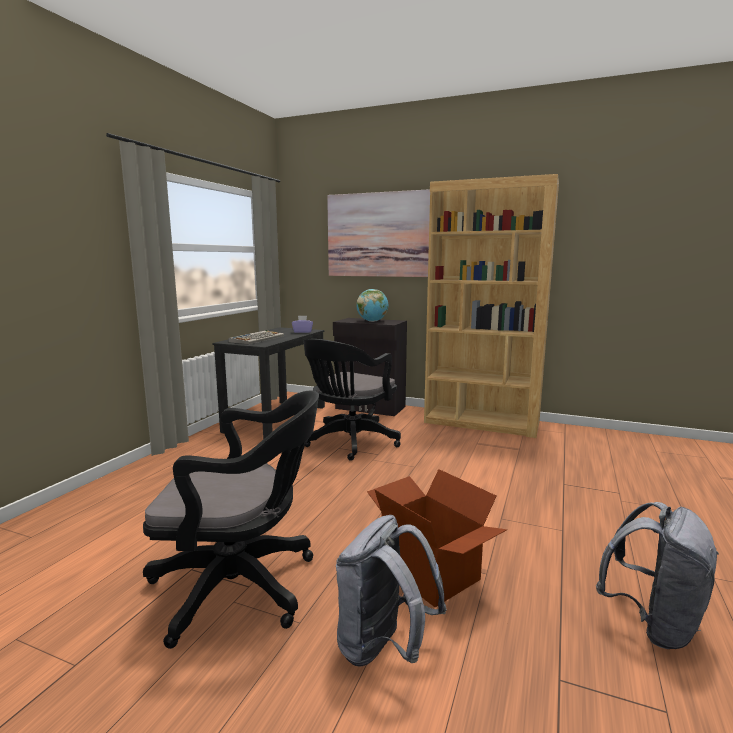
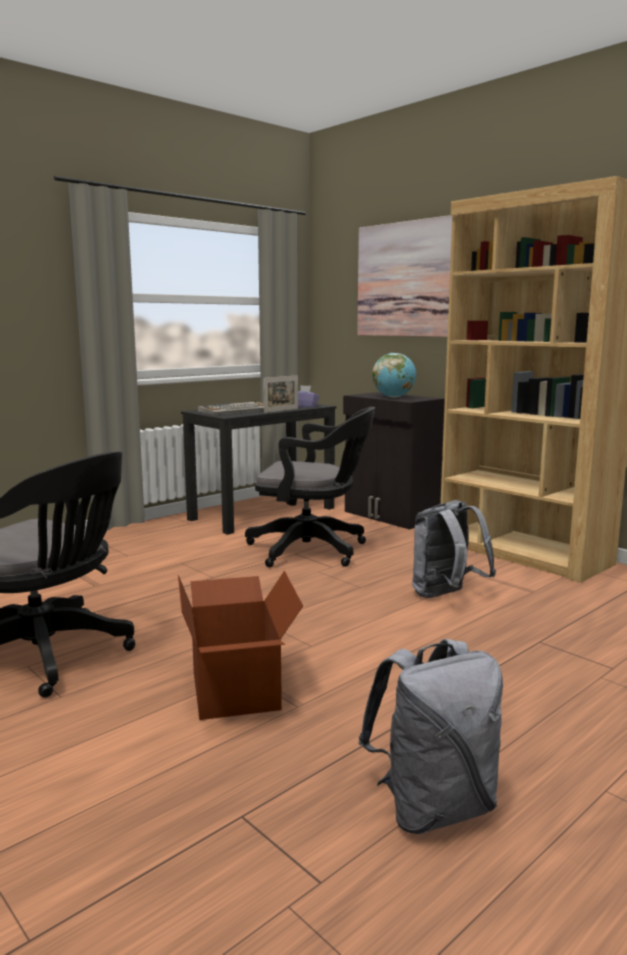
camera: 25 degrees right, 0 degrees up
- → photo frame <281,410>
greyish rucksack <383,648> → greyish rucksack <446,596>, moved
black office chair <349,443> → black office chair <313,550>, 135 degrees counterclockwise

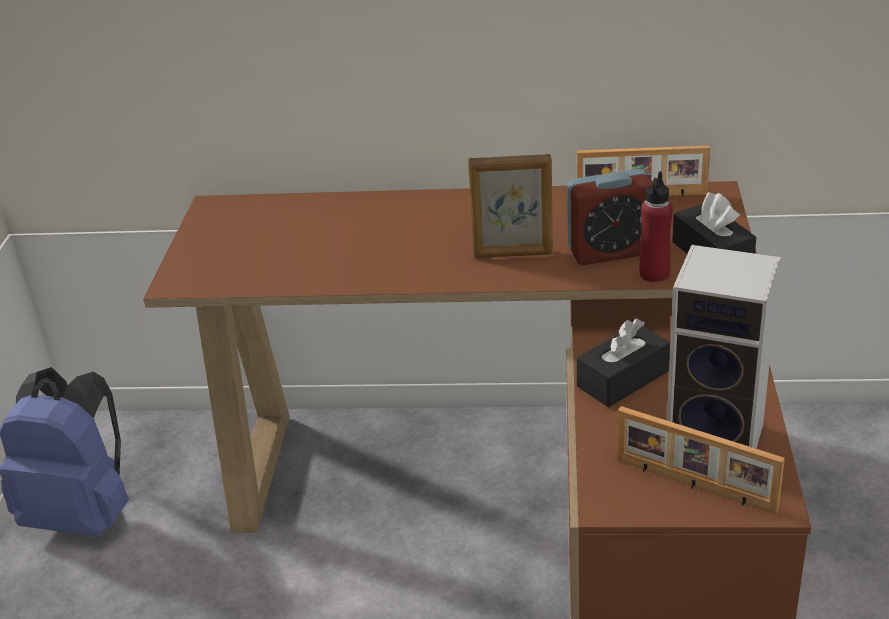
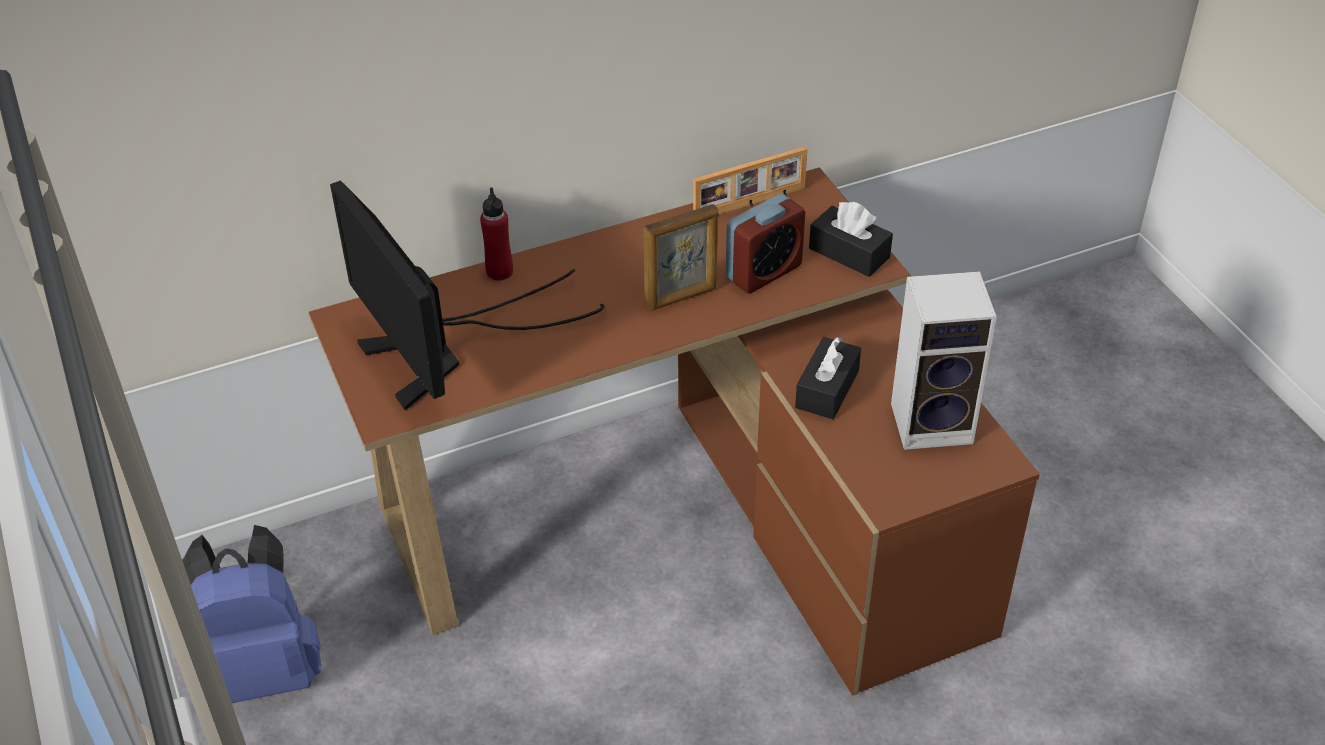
camera: 30 degrees left, 10 degrees up
photo frame <694,486> → -
- → monitor <444,351>
reddish beverage bottle <654,274> → reddish beverage bottle <499,272>, moved

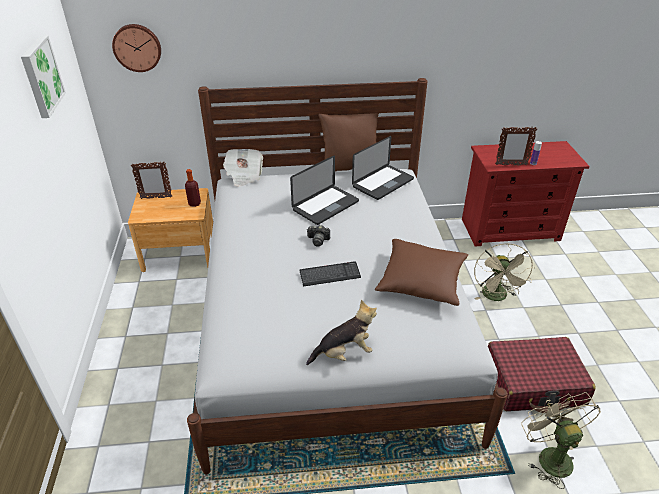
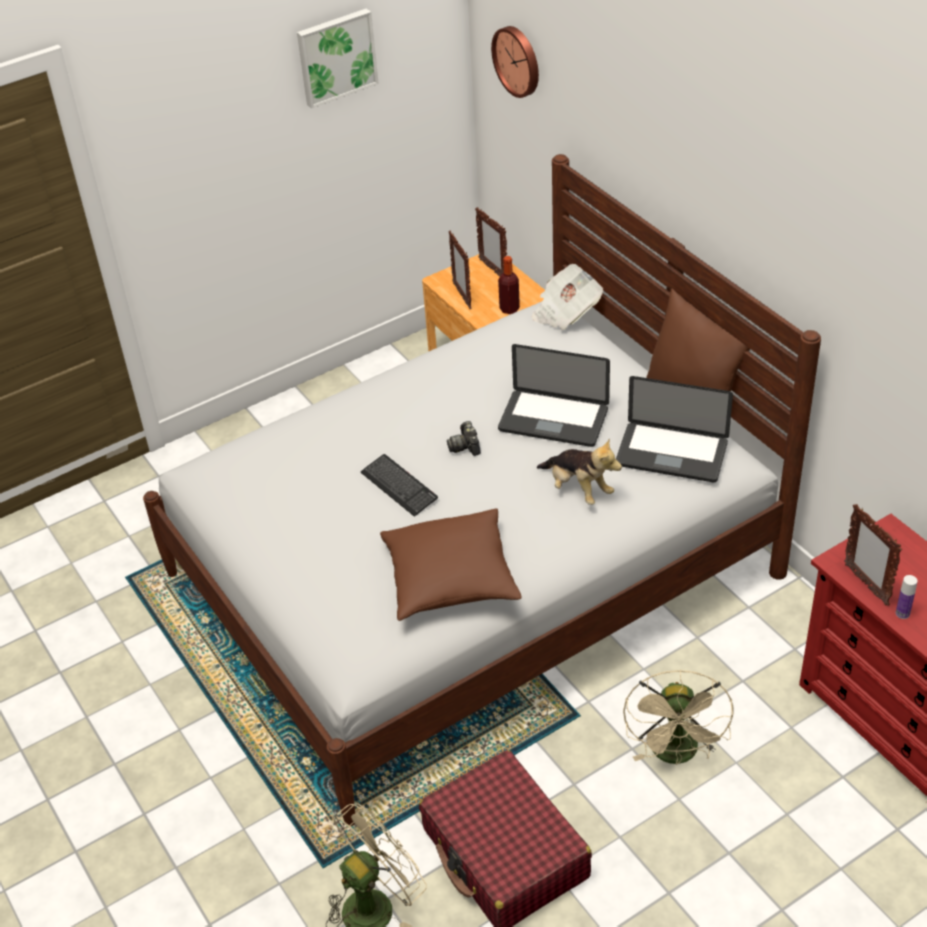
camera: 65 degrees right, 5 degrees up
- → photo frame <462,296>
cuddly toy <344,353> → cuddly toy <578,489>, moved
sand-coloured electric fan <496,297> → sand-coloured electric fan <677,755>, 60 degrees counterclockwise

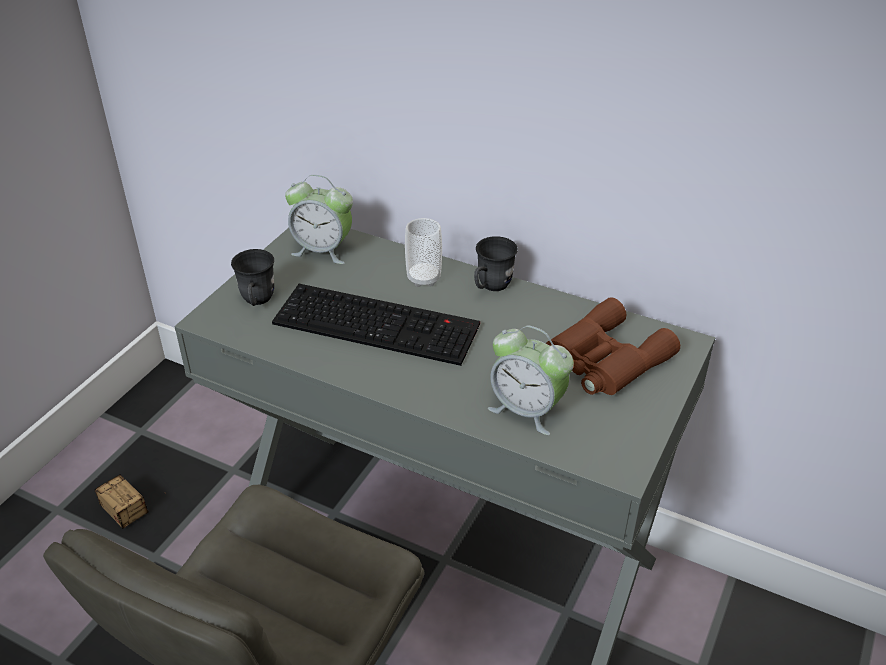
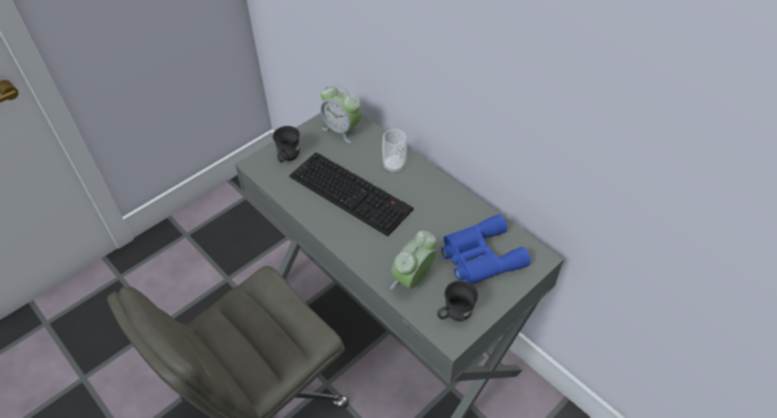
camera: 20 degrees right, 10 degrees up
storage container <140,526> → -
greyish tea mug <490,287> → greyish tea mug <453,315>, moved
brown-coloured binoculars <603,360> → blue binoculars <479,256>
table clock <527,410> → table clock <413,279>, 75 degrees clockwise

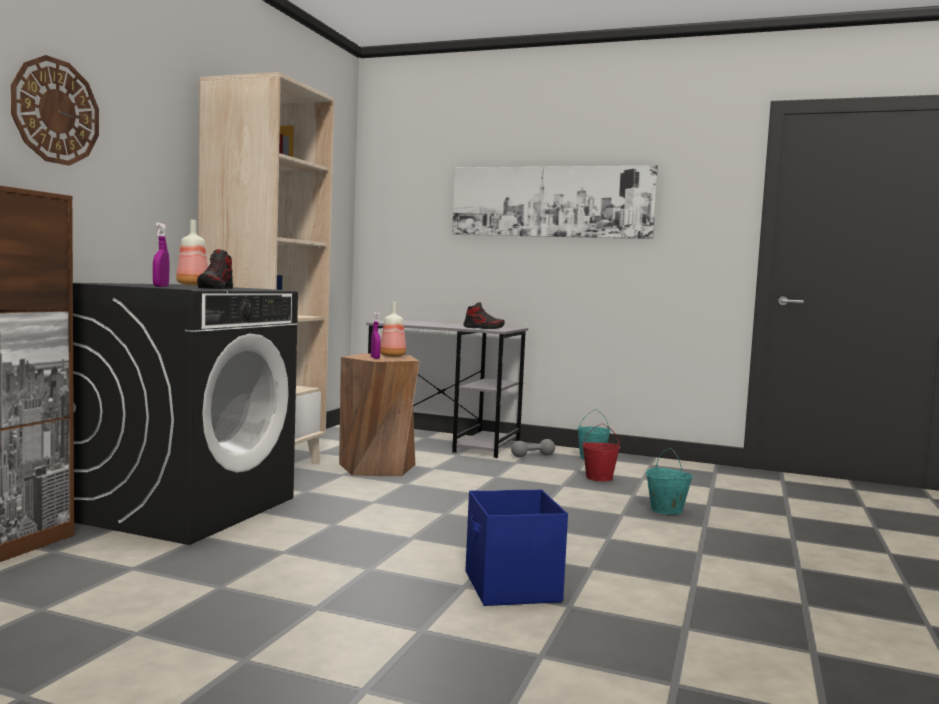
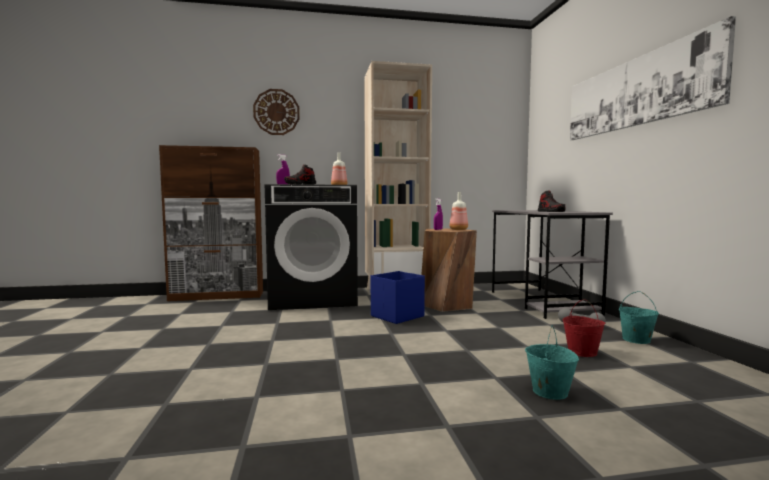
camera: 60 degrees right, 0 degrees up
blue storage container <511,588> → blue storage container <396,316>, moved

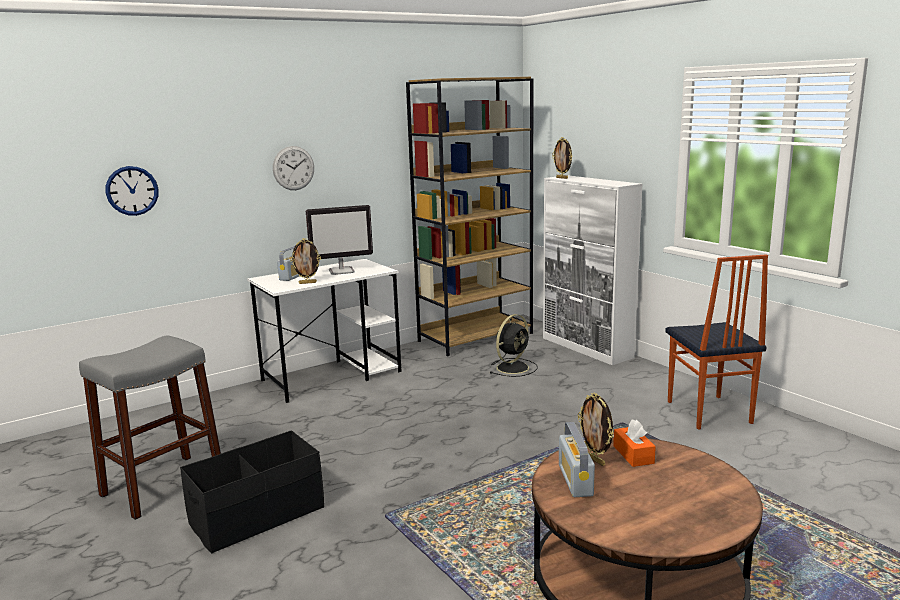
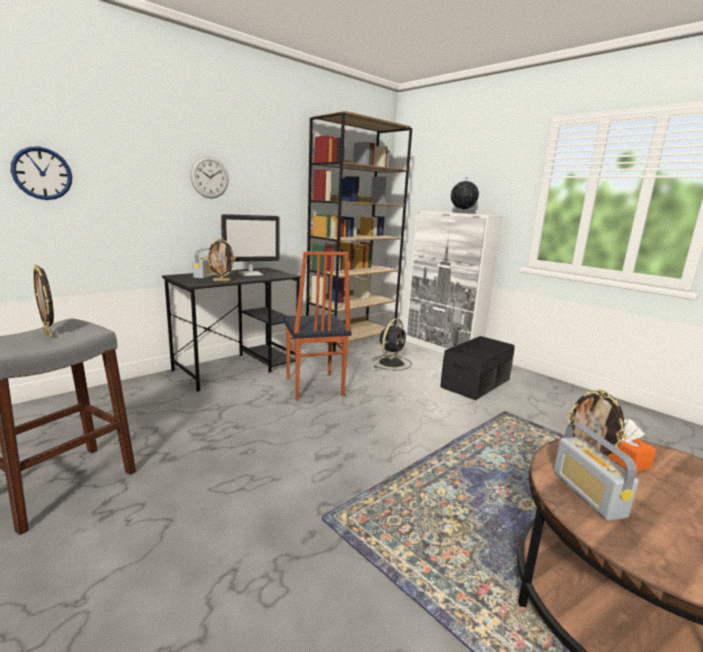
camera: 10 degrees left, 0 degrees up
- → desk globe <462,213>
black storage container <258,516> → black storage container <476,384>, moved
photo frame <562,178> → photo frame <49,334>, moved
chair <708,412> → chair <313,387>, moved
white desk unit <332,376> → black desk unit <238,367>

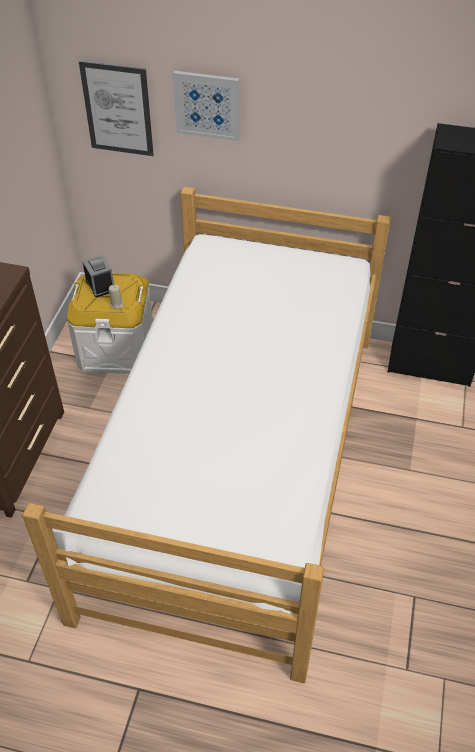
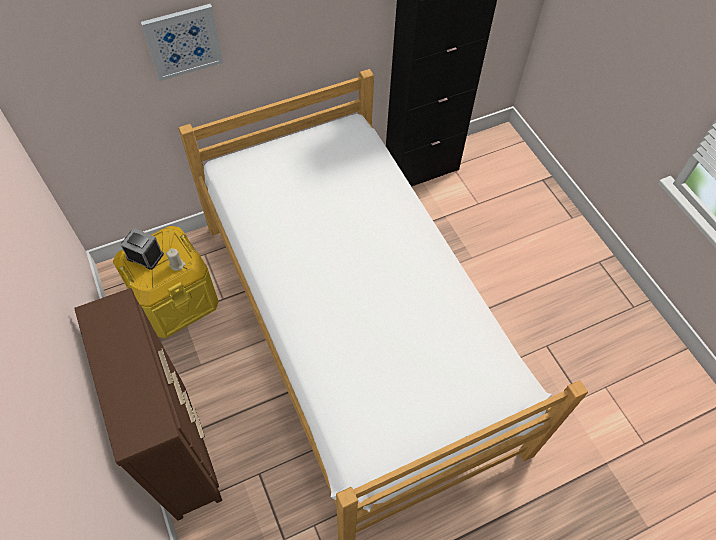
camera: 40 degrees left, 10 degrees up
wall art <117,109> → -
white storage container <116,348> → yellow-coloured storage container <175,299>

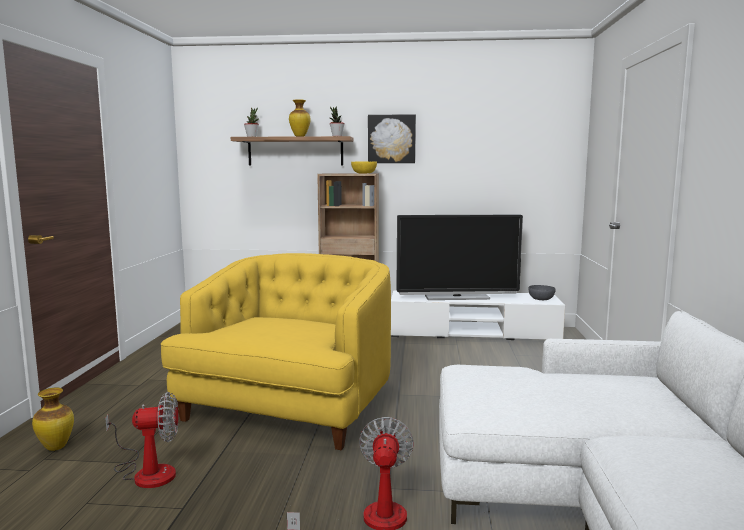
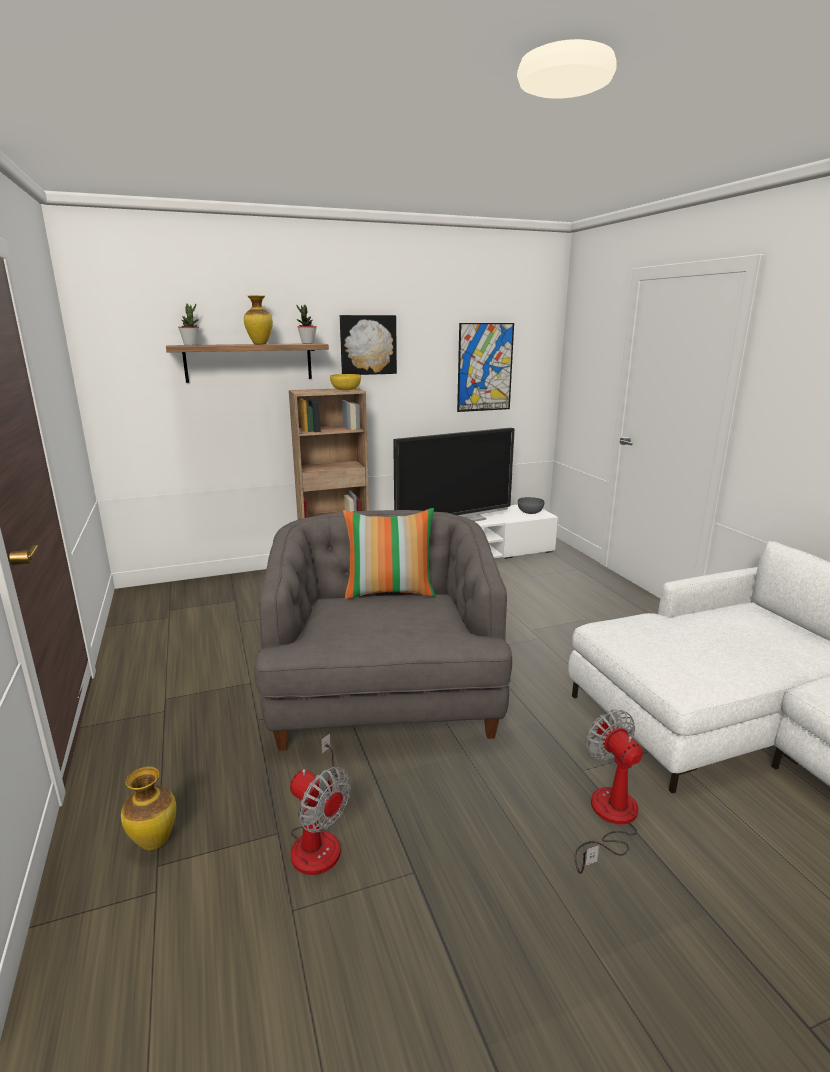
camera: 25 degrees left, 10 degrees up
- → pillow <390,591>
- → wall art <485,367>
yellow-coloured easy chair <288,407> → greyish easy chair <384,697>
electric fan <147,472> → electric fan <319,837>, 75 degrees clockwise

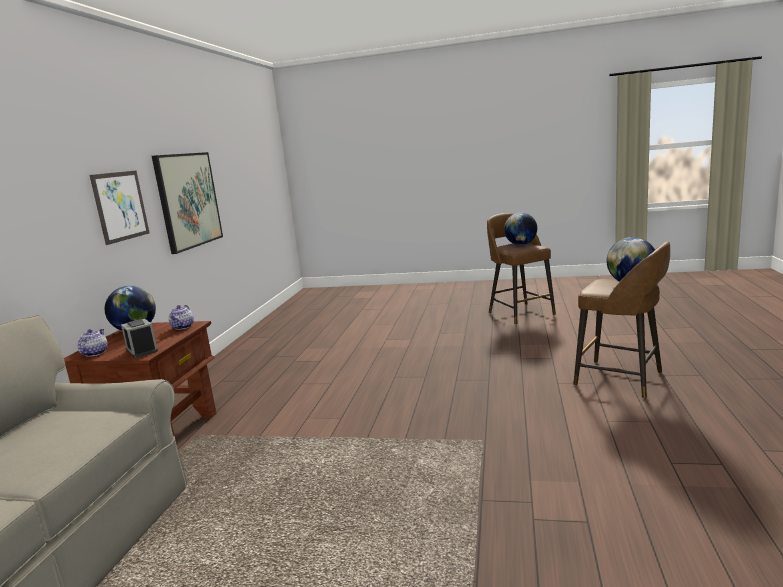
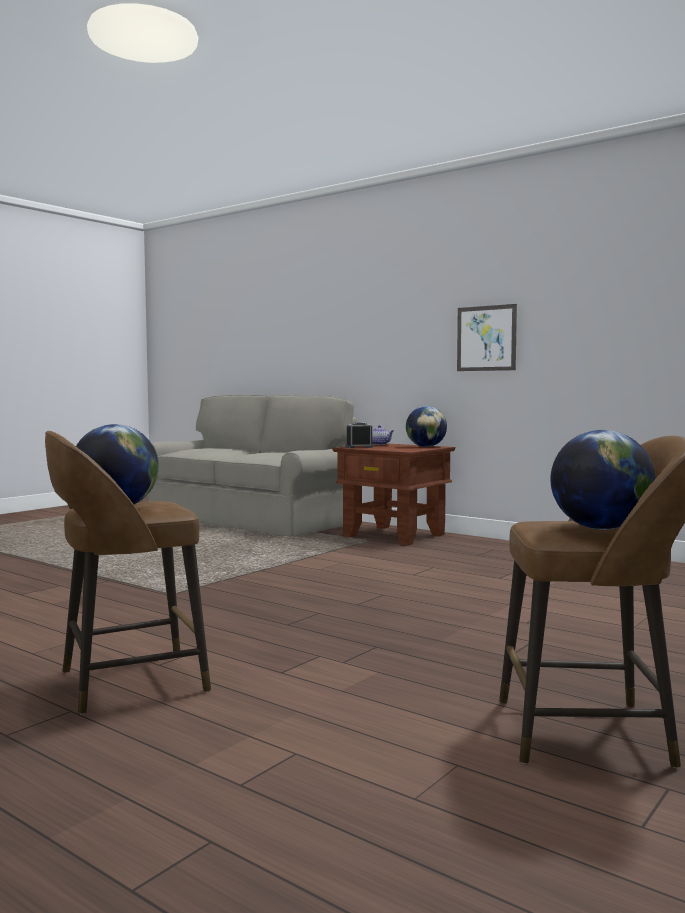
camera: 115 degrees right, 10 degrees down
wall art <188,200> → -
pot for tea <183,327> → -

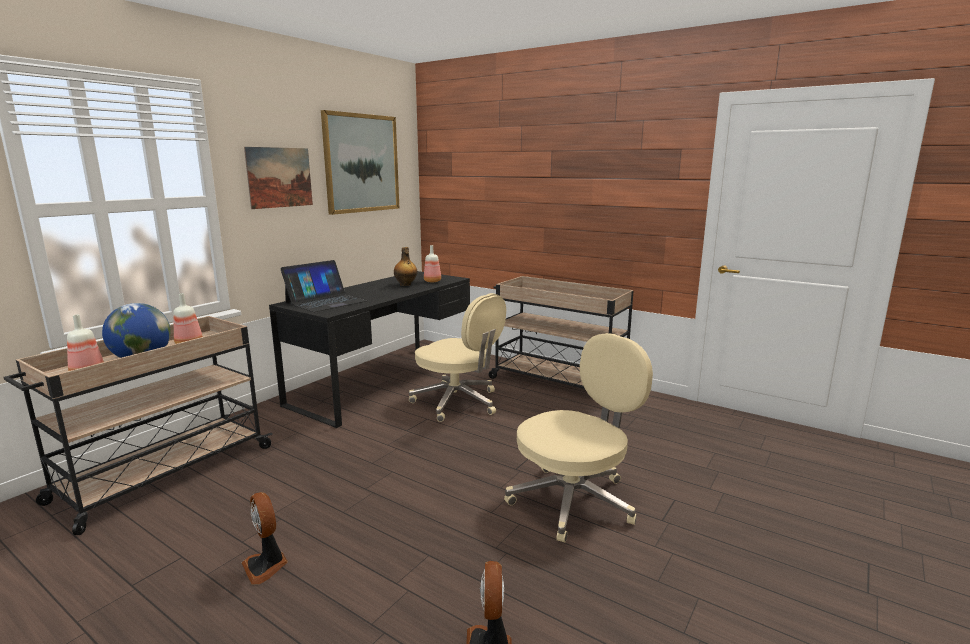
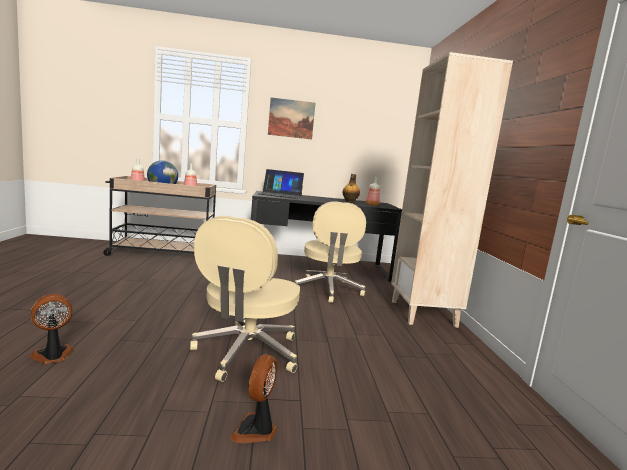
camera: 50 degrees right, 5 degrees down
wall art <361,163> → -
electric fan <266,566> → electric fan <256,430>, moved
sand-coloured wheeled cart <557,383> → sand-coloured bookshelf <423,314>
sand-coloured office chair <574,500> → sand-coloured office chair <246,353>, 90 degrees clockwise

